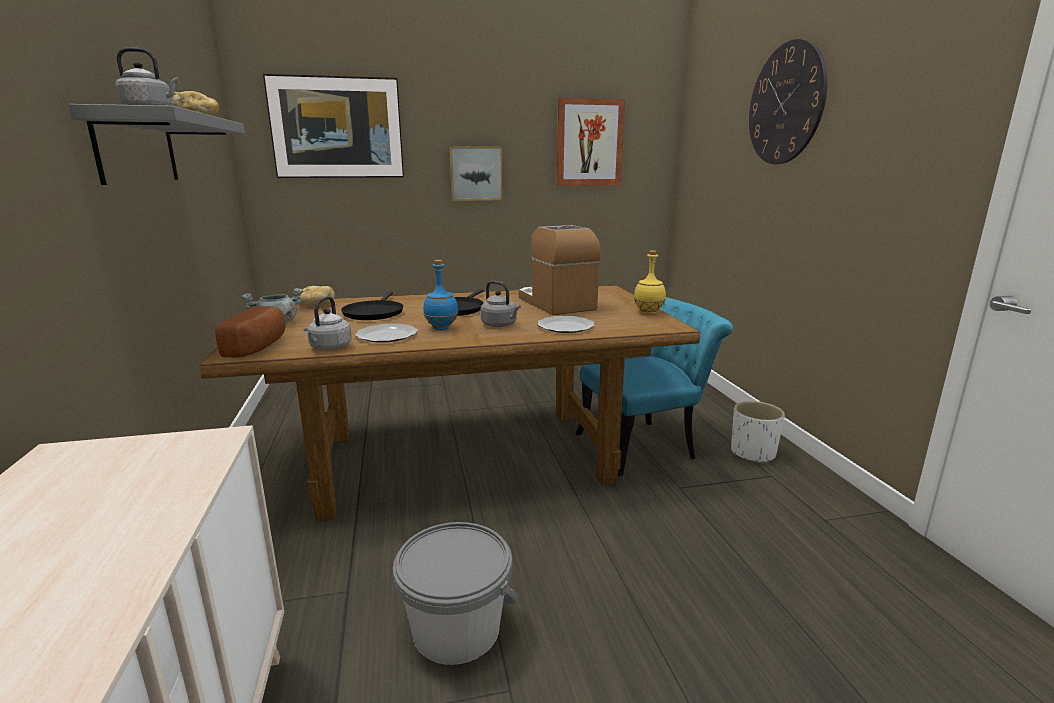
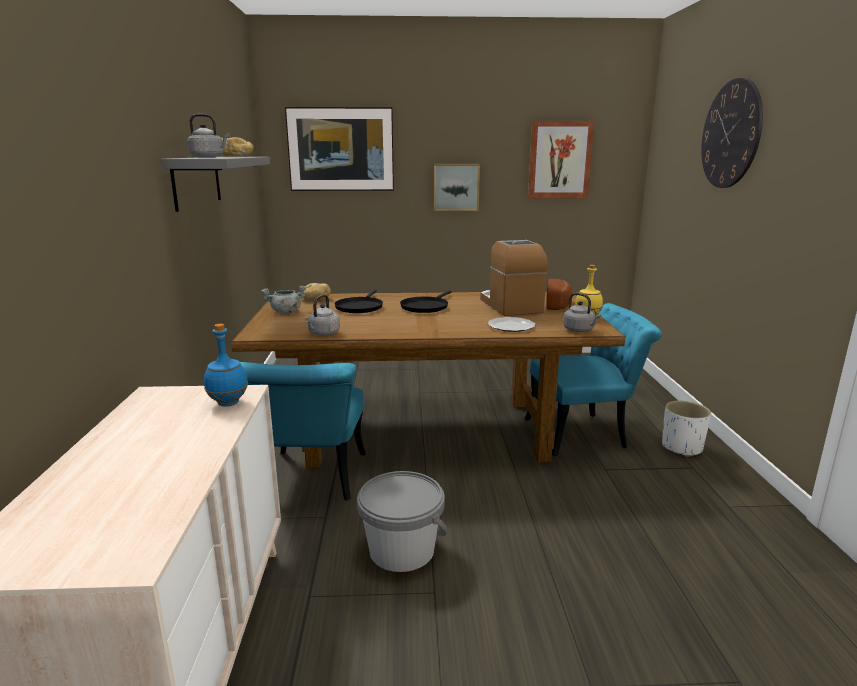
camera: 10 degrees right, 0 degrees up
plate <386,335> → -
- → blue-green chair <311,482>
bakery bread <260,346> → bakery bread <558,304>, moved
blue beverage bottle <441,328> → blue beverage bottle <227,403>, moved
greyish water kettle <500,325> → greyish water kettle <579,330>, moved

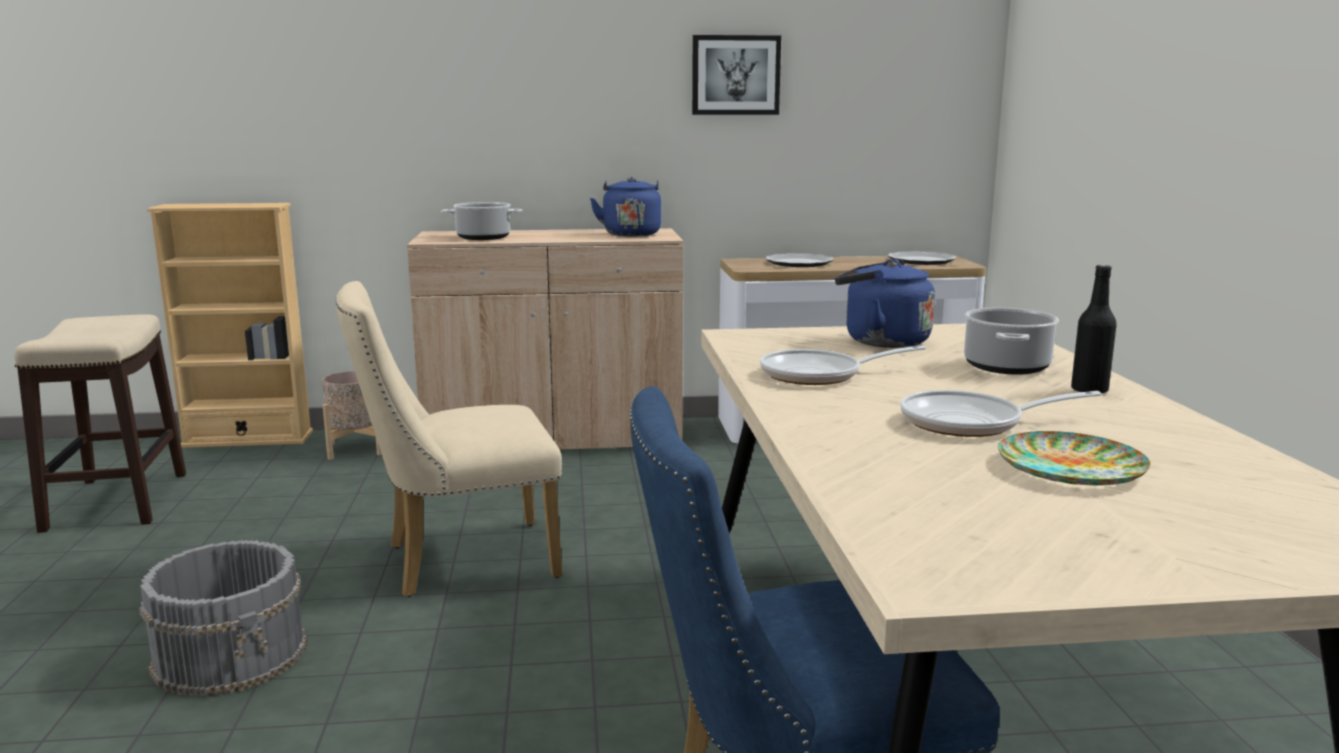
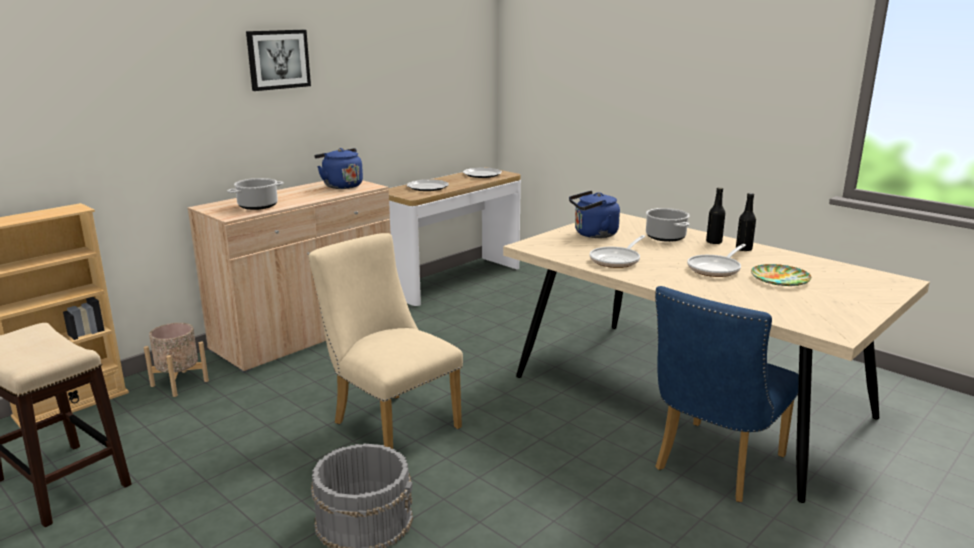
camera: 40 degrees left, 5 degrees up
- → black beverage bottle <743,249>
wall art <735,75> → wall art <278,59>, moved
sand-coloured chair <458,561> → sand-coloured chair <390,422>, 105 degrees clockwise

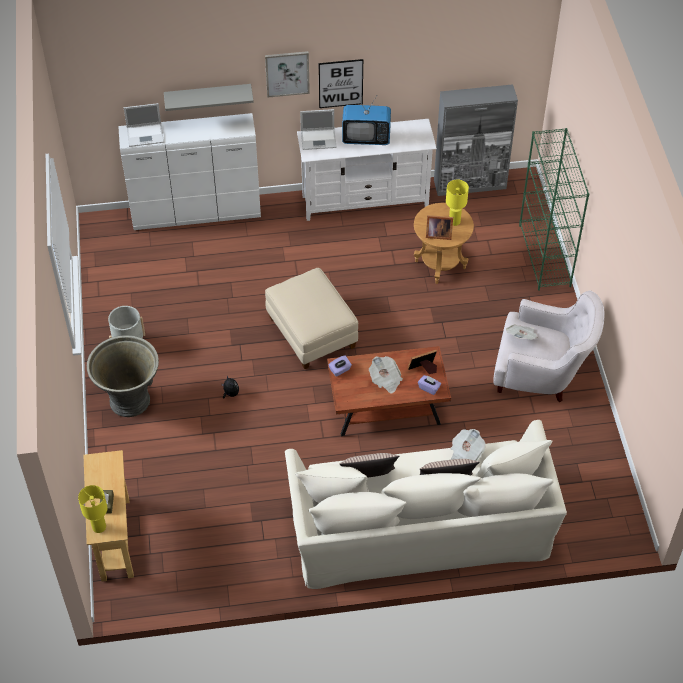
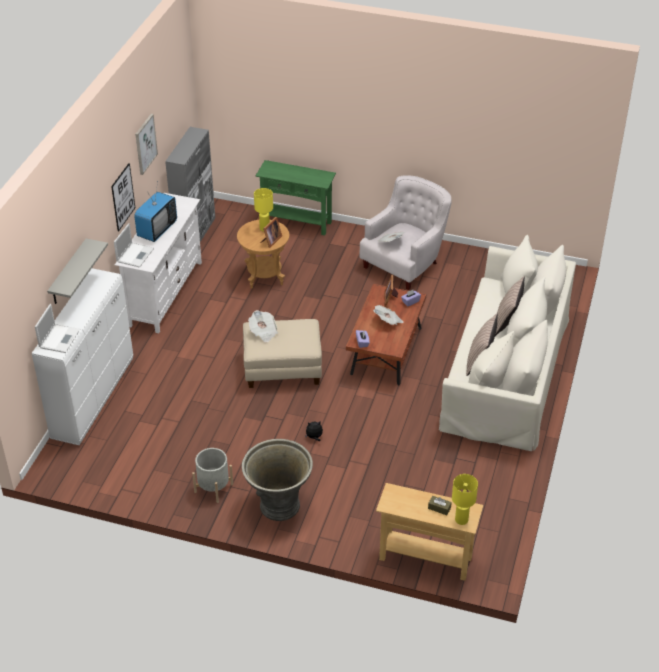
camera: 65 degrees left, 10 degrees down
wall art <287,73> → wall art <145,144>, moved
newspaper <465,454> → newspaper <263,332>, moved
green bookshelf <545,256> → green hall table <296,222>

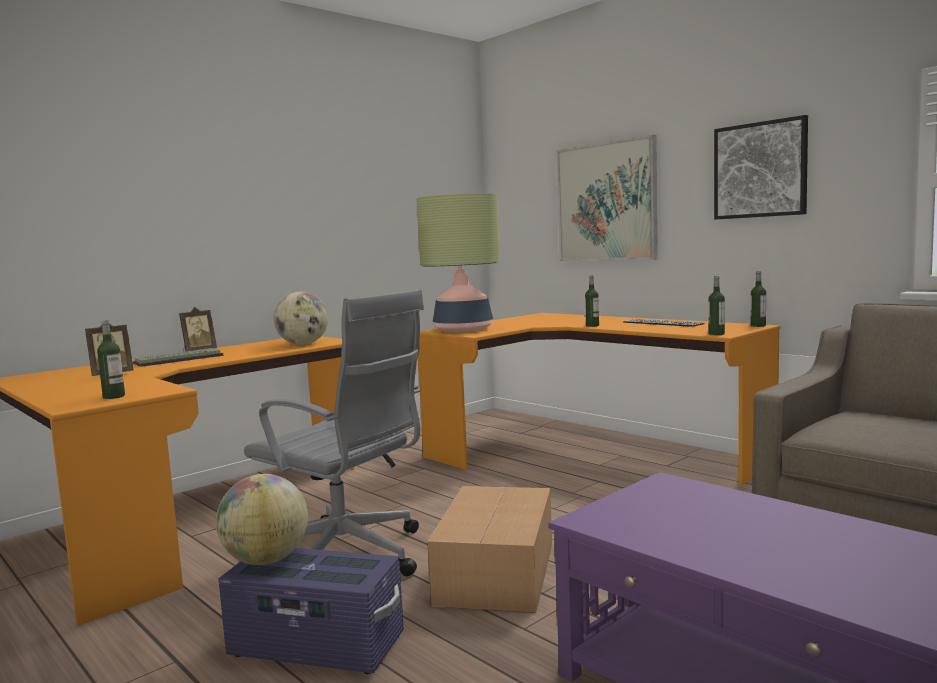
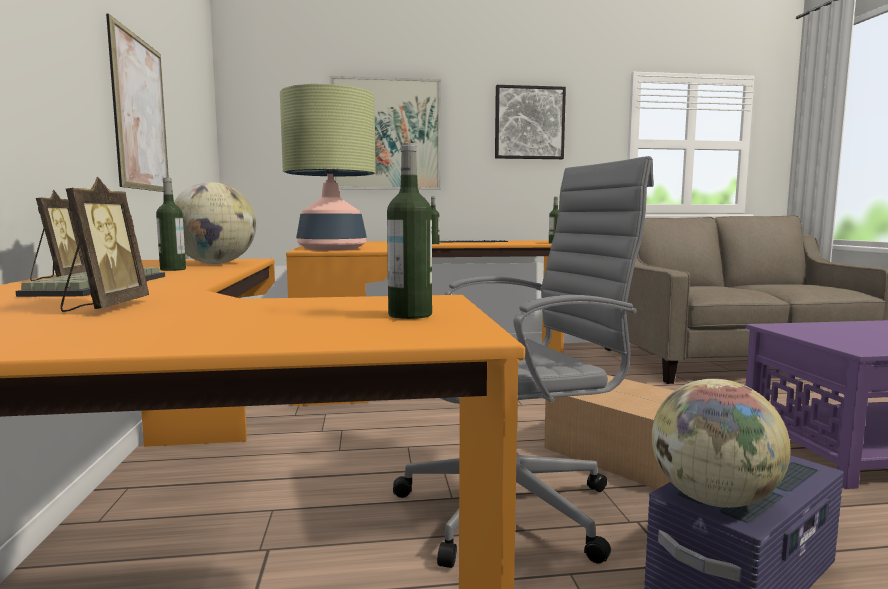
camera: 55 degrees left, 0 degrees up
- → wall art <140,114>
beverage bottle <758,326> → beverage bottle <173,269>, moved

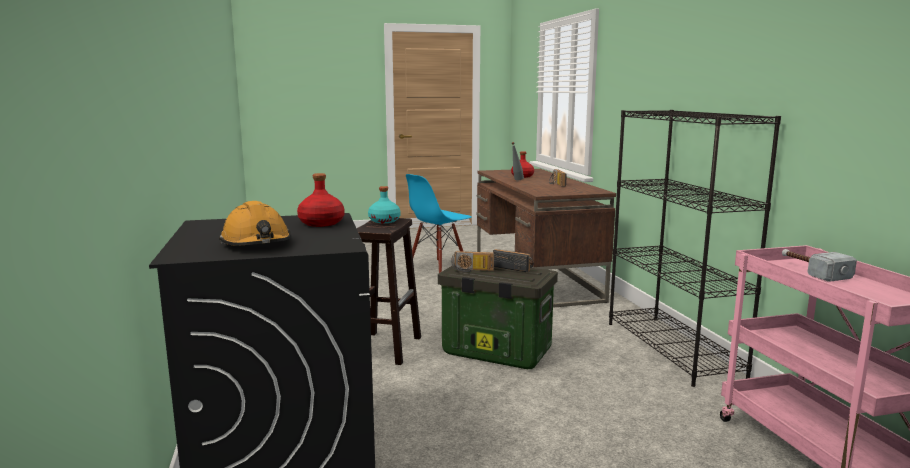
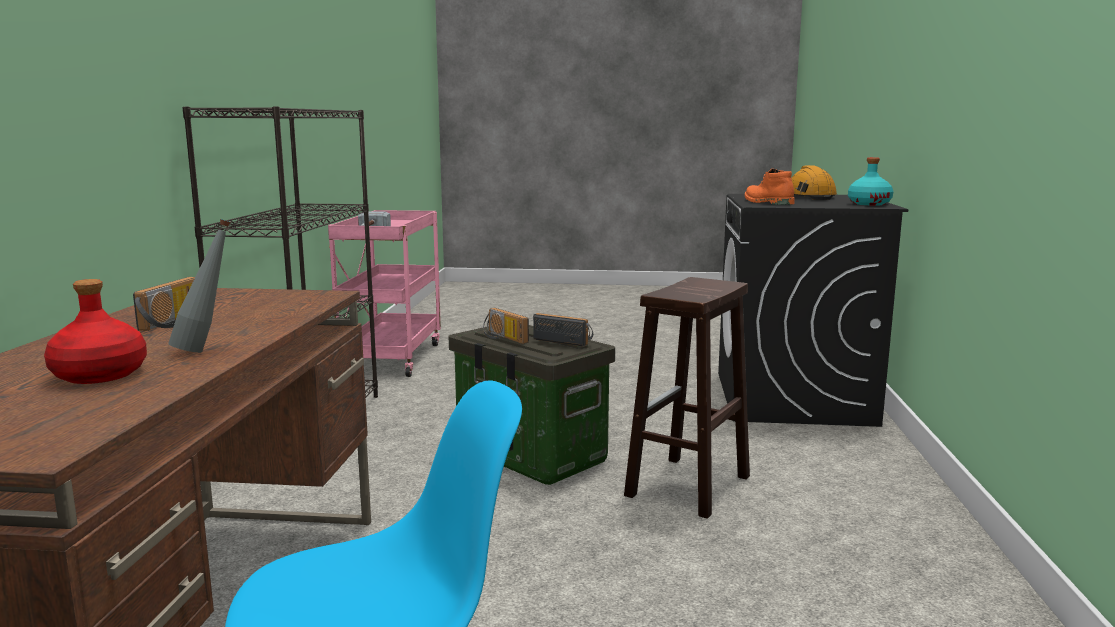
camera: 160 degrees left, 0 degrees up
blue-green beverage bottle <384,221> → blue-green beverage bottle <869,204>, moved
reddish beverage bottle <321,223> → orange-coloured high-top boot <767,202>

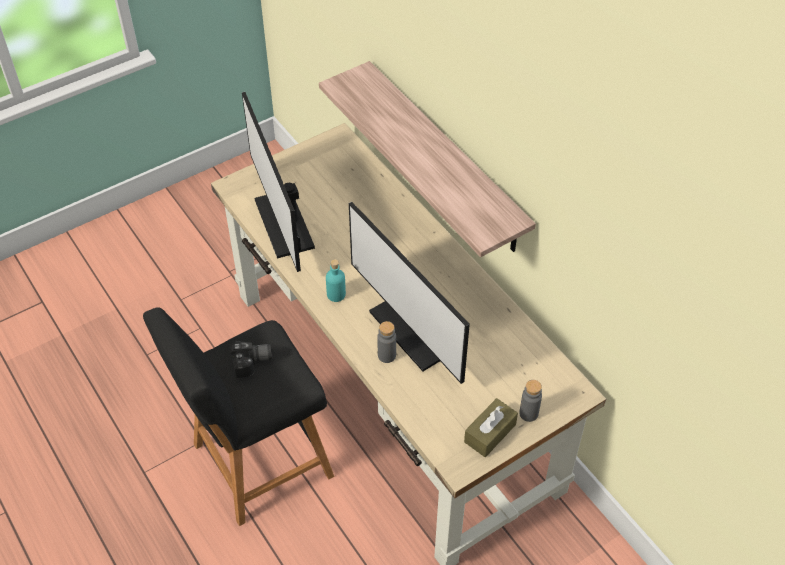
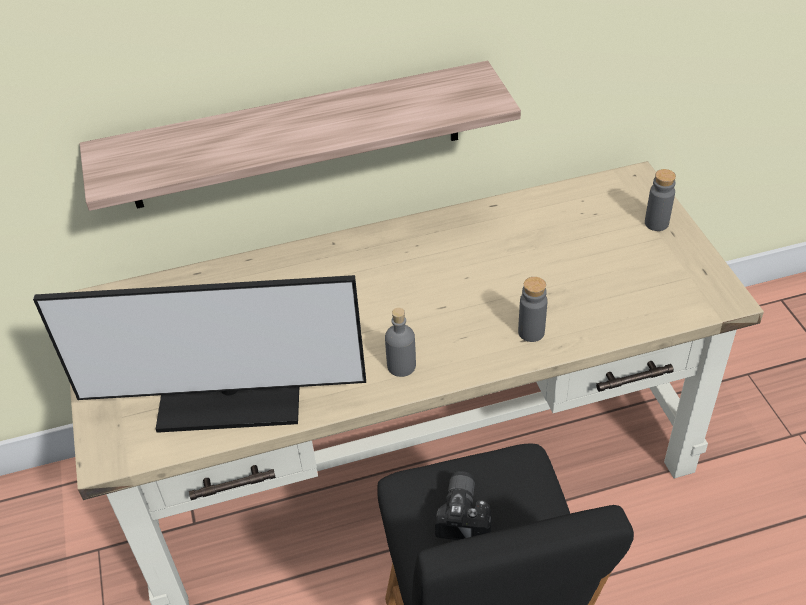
camera: 70 degrees left, 5 degrees down
monitor <412,331> → -
brown-coloured tissue holder <490,433> → -
blue-green beverage bottle <336,294> → greyish beverage bottle <401,366>

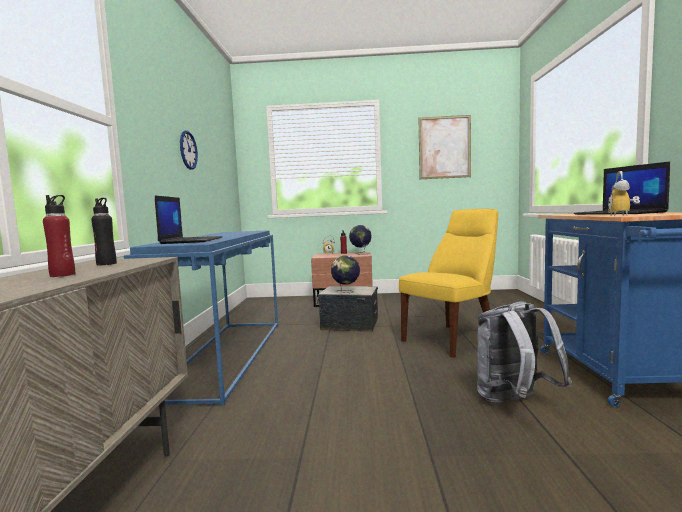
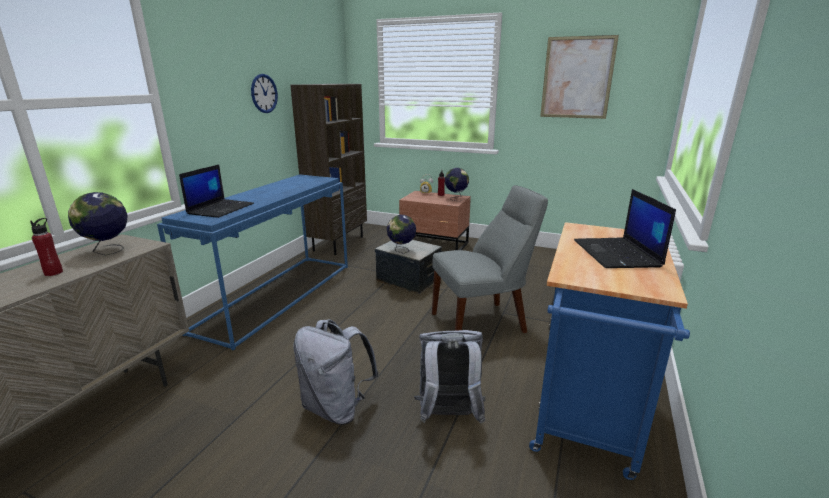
camera: 20 degrees right, 15 degrees up
table clock <623,215> → -
- → brown-coloured bookshelf <338,243>
- → greyish rucksack <336,408>
black beverage bottle <106,264> → desk globe <108,251>
yellow-coloured chair <452,339> → greyish chair <482,322>

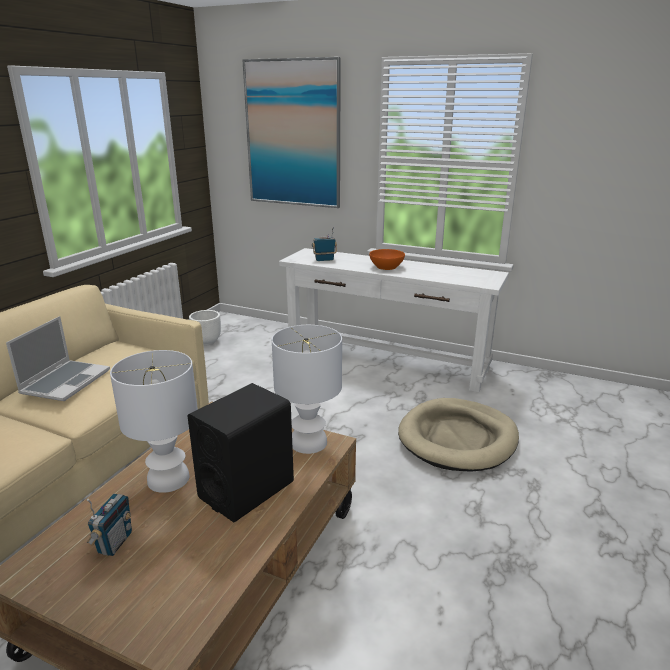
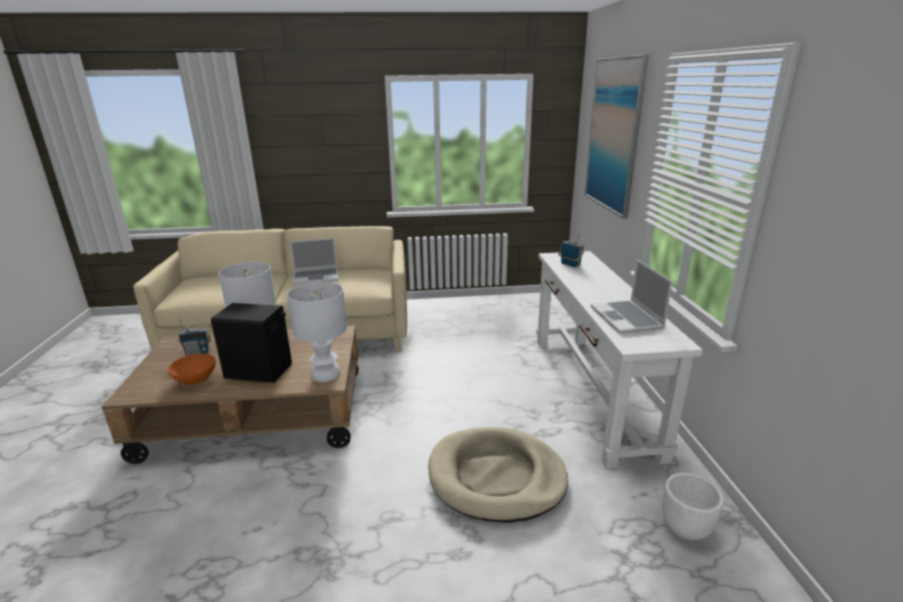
camera: 60 degrees right, 0 degrees up
- → laptop <627,318>
white planter <207,342> → white planter <685,528>, moved
orange-coloured bowl <386,267> → orange-coloured bowl <195,378>, moved

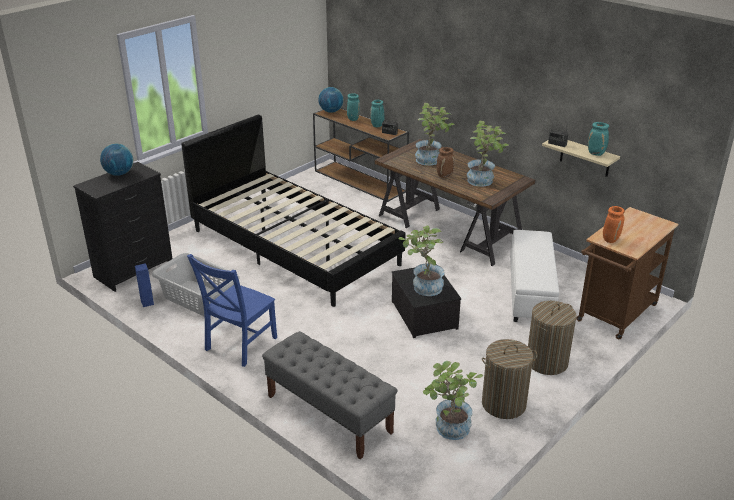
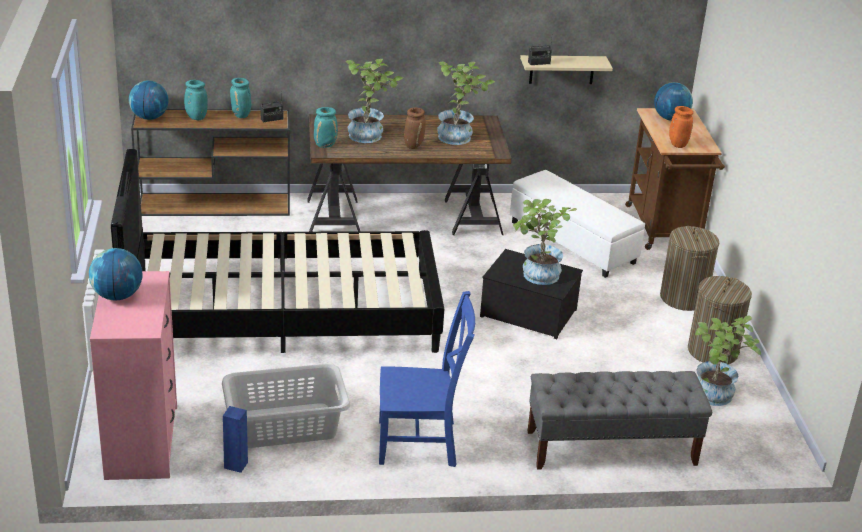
camera: 50 degrees left, 0 degrees up
- → desk globe <670,119>
blue-green decorative vase <596,153> → blue-green decorative vase <325,145>, moved
black chest of drawers <134,270> → pinkish chest of drawers <143,442>
blue chair <239,345> → blue chair <421,443>, 75 degrees counterclockwise

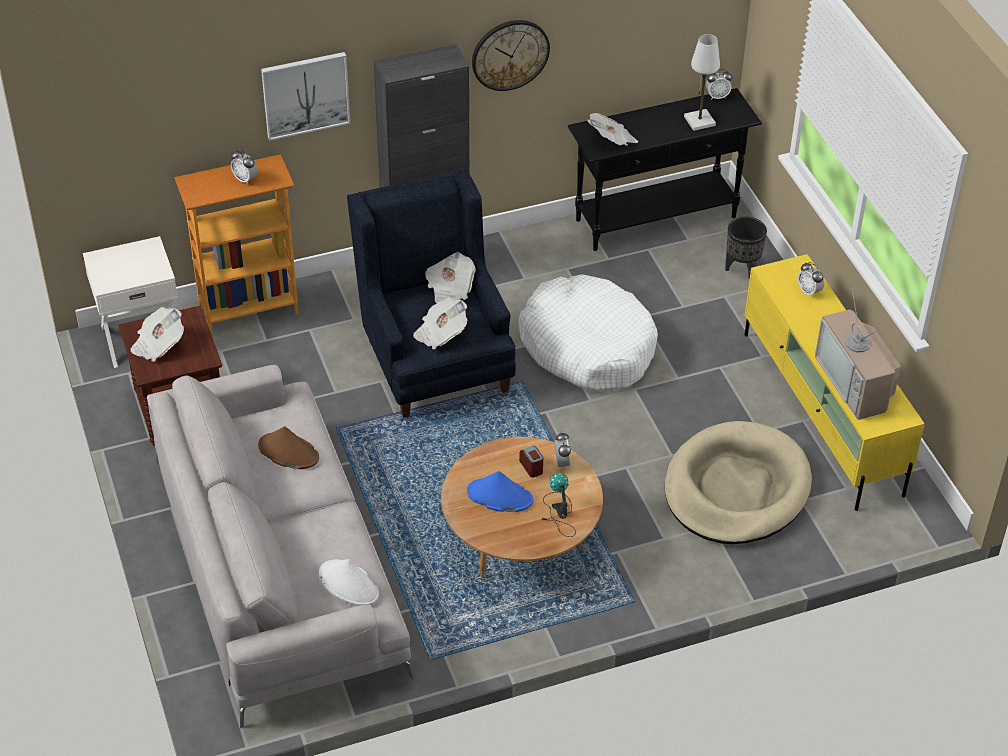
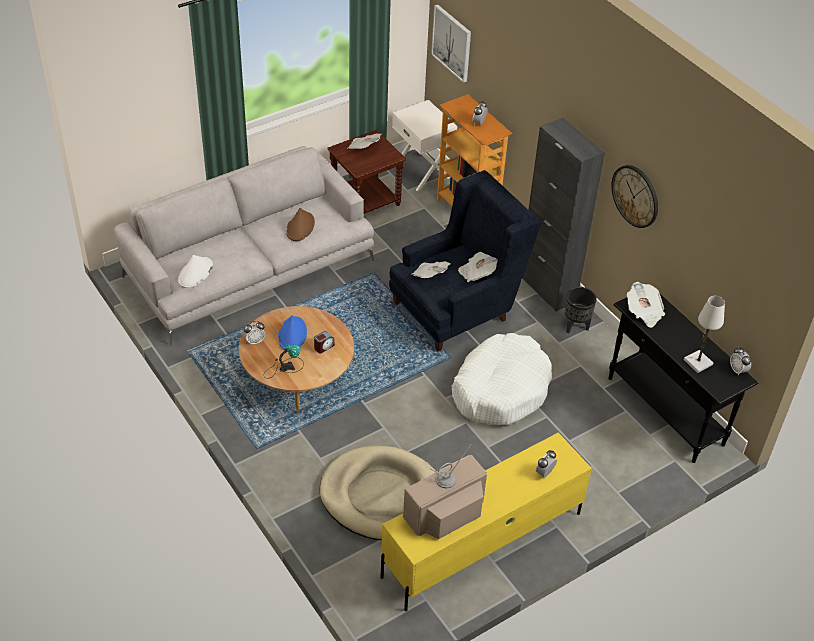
camera: 75 degrees right, 0 degrees up
wall art <305,94> → wall art <452,43>, moved
table clock <562,463> → table clock <255,341>, moved
black planter <742,269> → black planter <576,326>, moved

